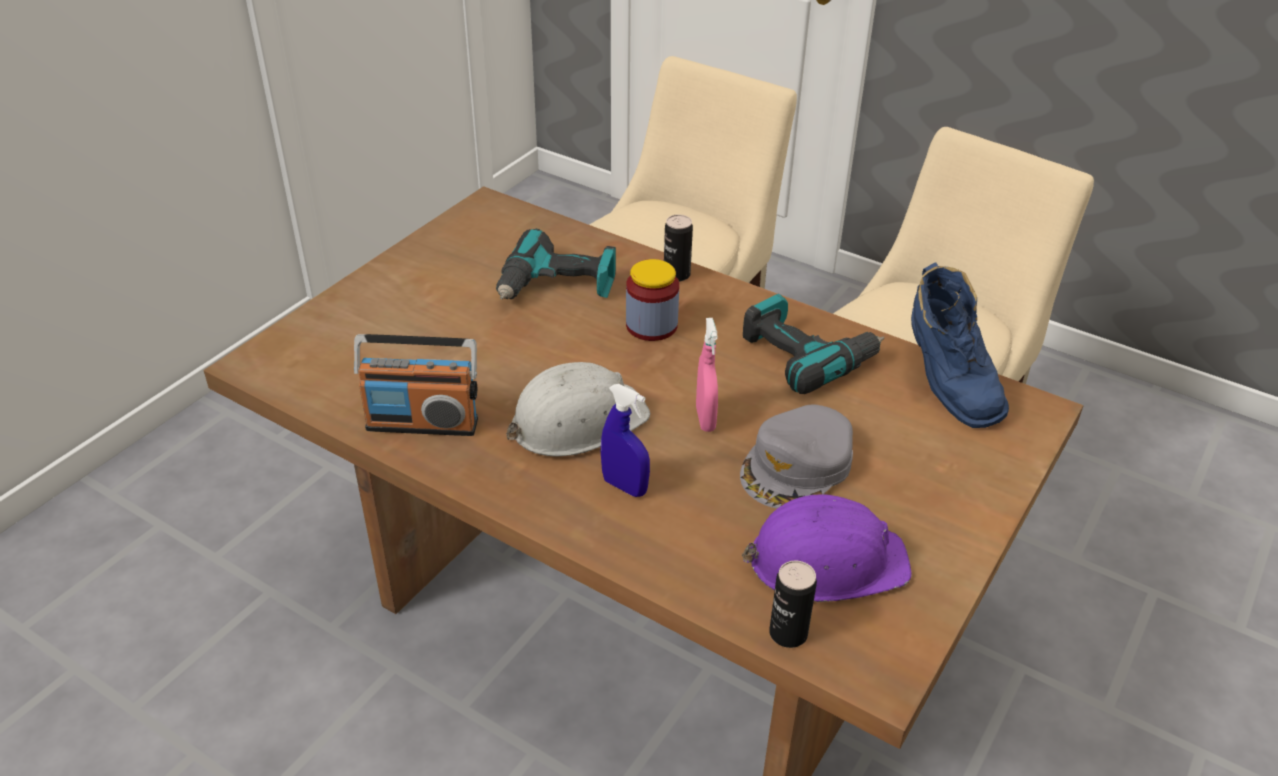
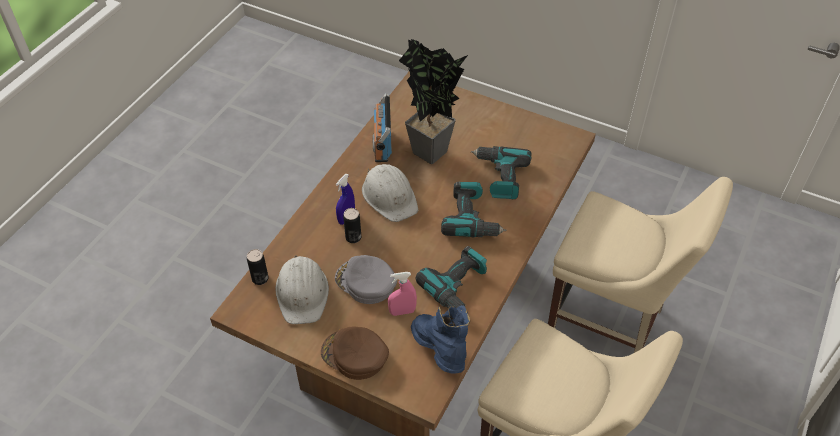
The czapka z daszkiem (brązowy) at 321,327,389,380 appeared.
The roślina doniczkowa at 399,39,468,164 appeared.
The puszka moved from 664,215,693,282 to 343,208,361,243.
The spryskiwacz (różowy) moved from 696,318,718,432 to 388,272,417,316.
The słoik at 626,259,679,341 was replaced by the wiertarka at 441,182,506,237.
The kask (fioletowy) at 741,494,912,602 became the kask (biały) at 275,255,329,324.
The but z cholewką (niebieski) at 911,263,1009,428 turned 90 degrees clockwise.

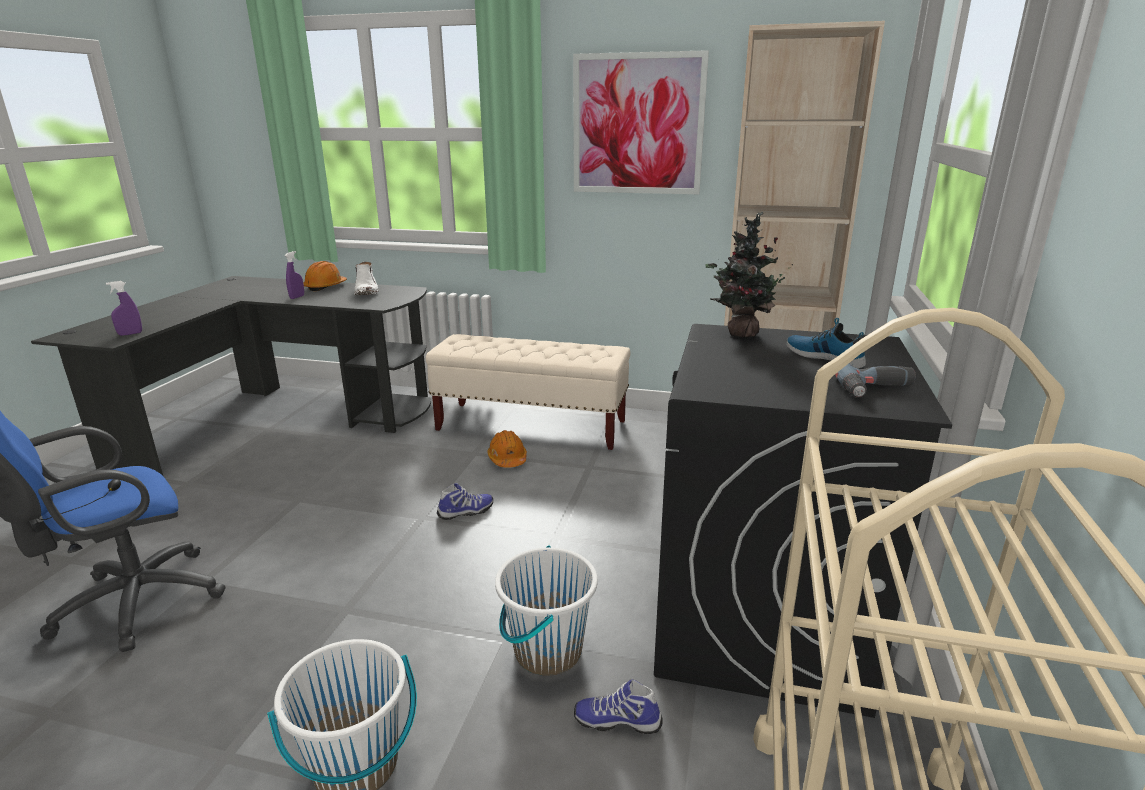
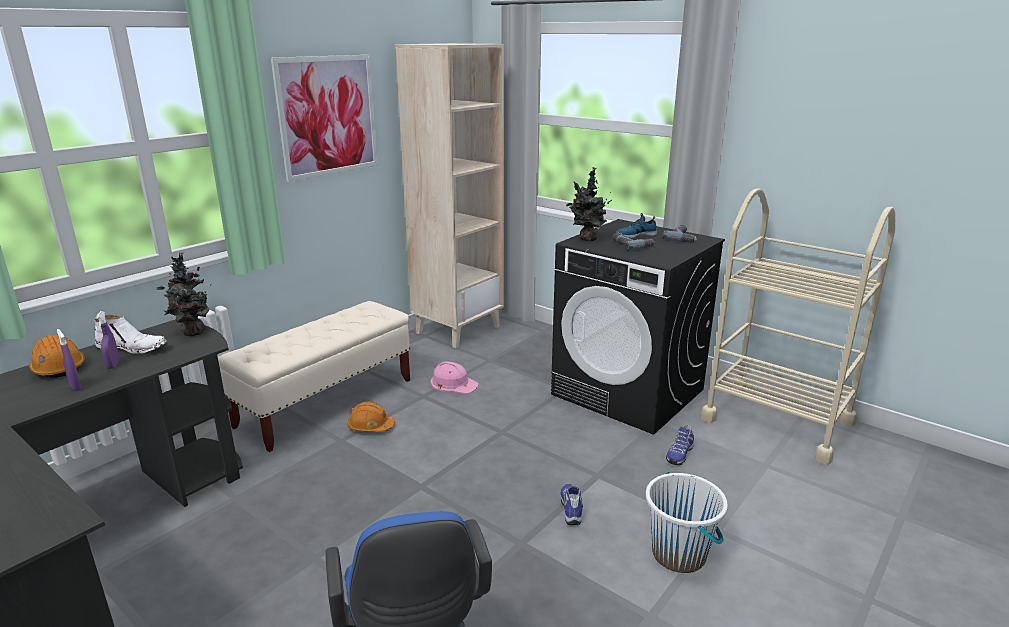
The wiadro (biały) at 495,545,598,676 disappeared.
The roślina doniczkowa at 156,252,210,336 appeared.
The kask (różowy) at 430,361,479,394 appeared.
The wiertarka at 613,233,655,251 appeared.
The spryskiwacz (fioletowy) moved from 106,281,142,336 to 96,311,120,369.
The but moved from 437,483,493,520 to 560,484,583,525.

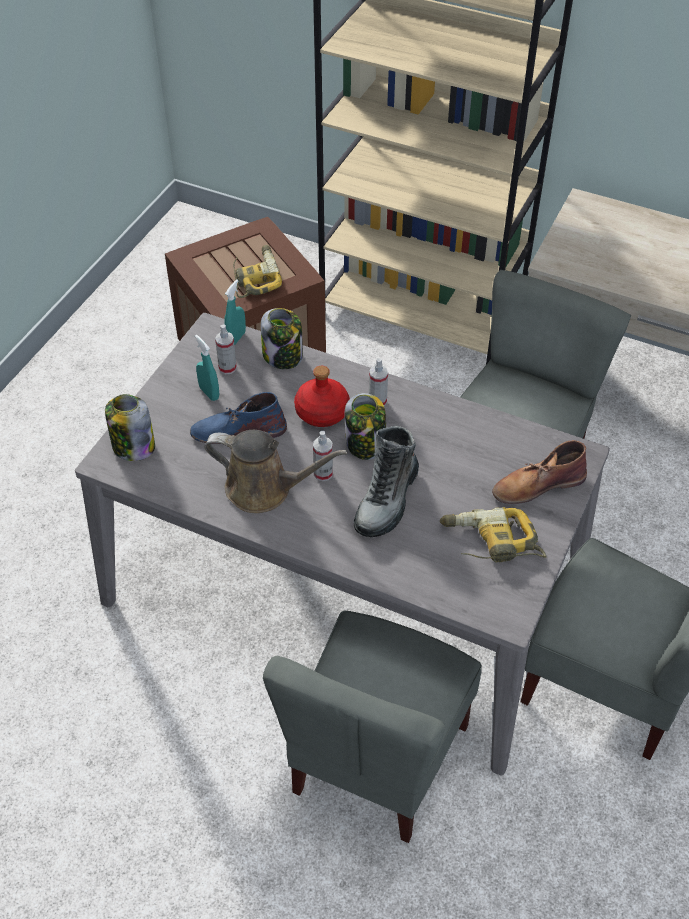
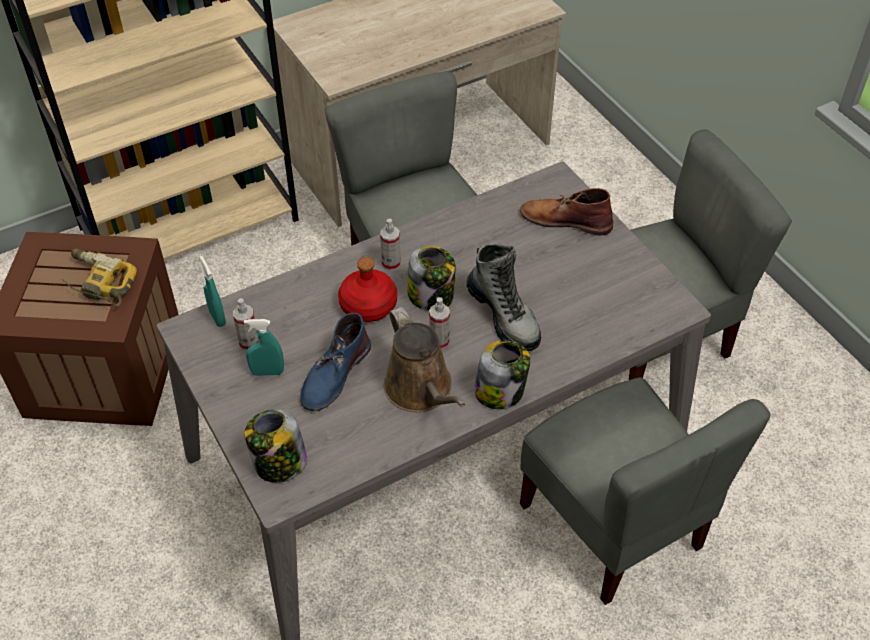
The wiertarka at 440,507,547,563 disappeared.
The słoik moved from 261,308,303,369 to 474,341,530,409.
The konewka (brązowy) at 204,430,347,513 turned 105 degrees clockwise.
The but z cholewką (brązowy) at 492,440,587,504 turned 90 degrees clockwise.

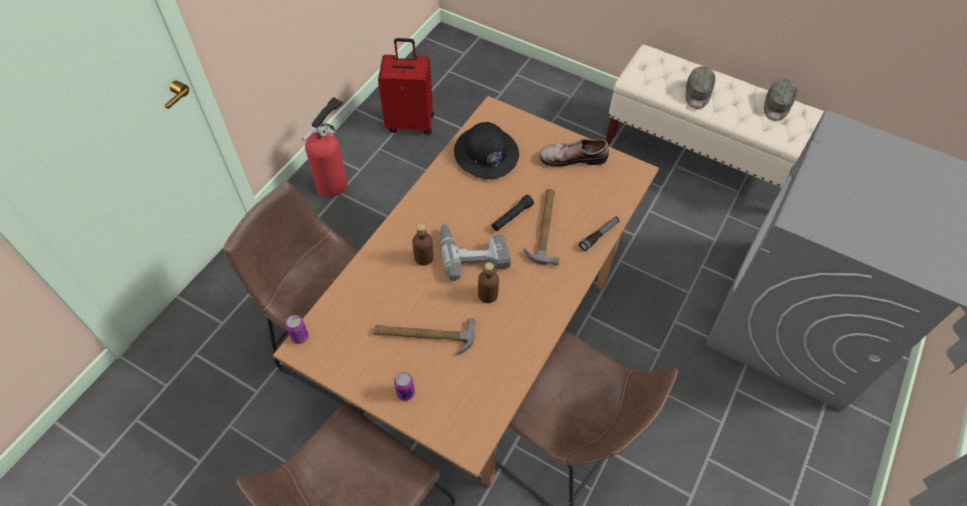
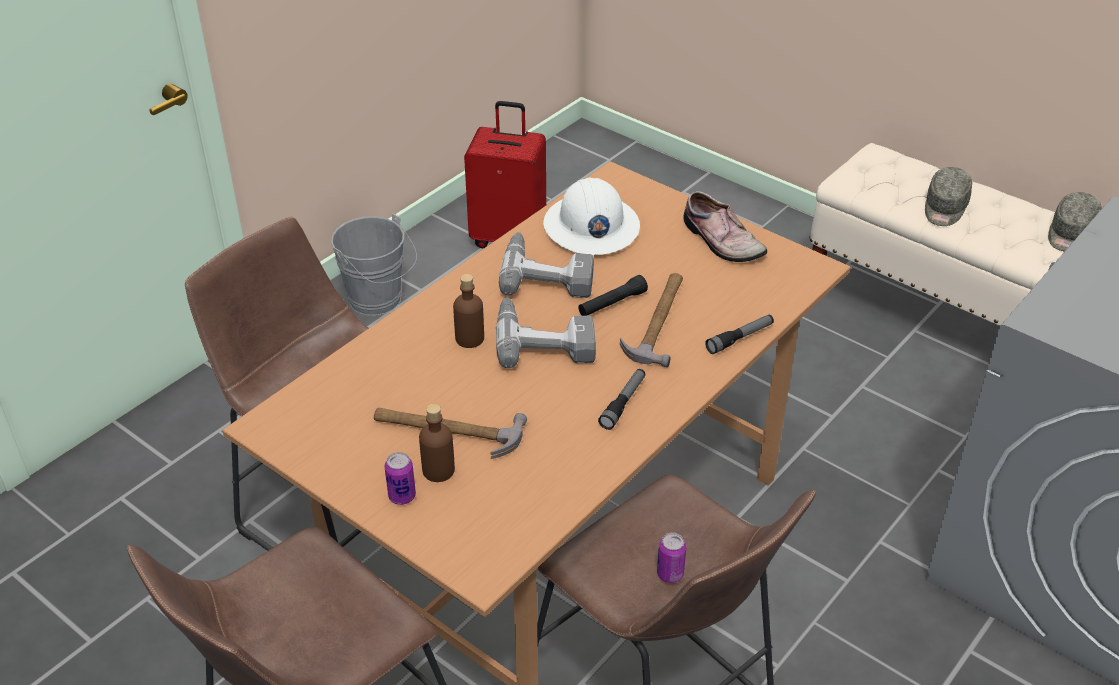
The wiertarka at 499,232,594,298 appeared.
The latarka at 598,369,646,430 appeared.
The puszka moved from 285,315,308,344 to 657,533,687,583.
The butelka (brązowy) moved from 478,262,499,303 to 419,404,455,482.
The gaśnica at 302,97,348,197 was replaced by the wiadro (szary) at 331,213,417,316.
The kask (czarny) at 454,122,519,179 became the kask (biały) at 543,178,640,255.
The but at 540,139,609,167 turned 135 degrees counterclockwise.

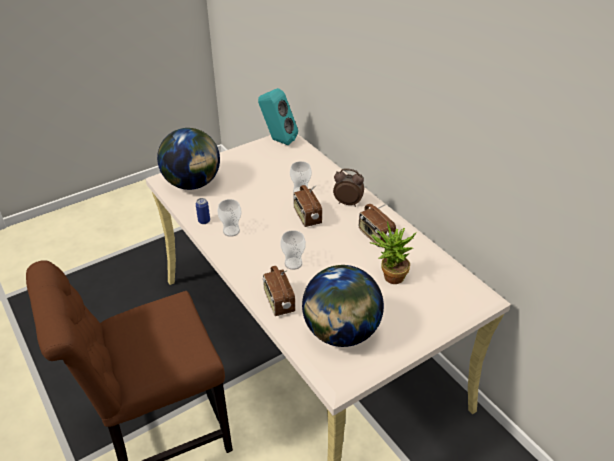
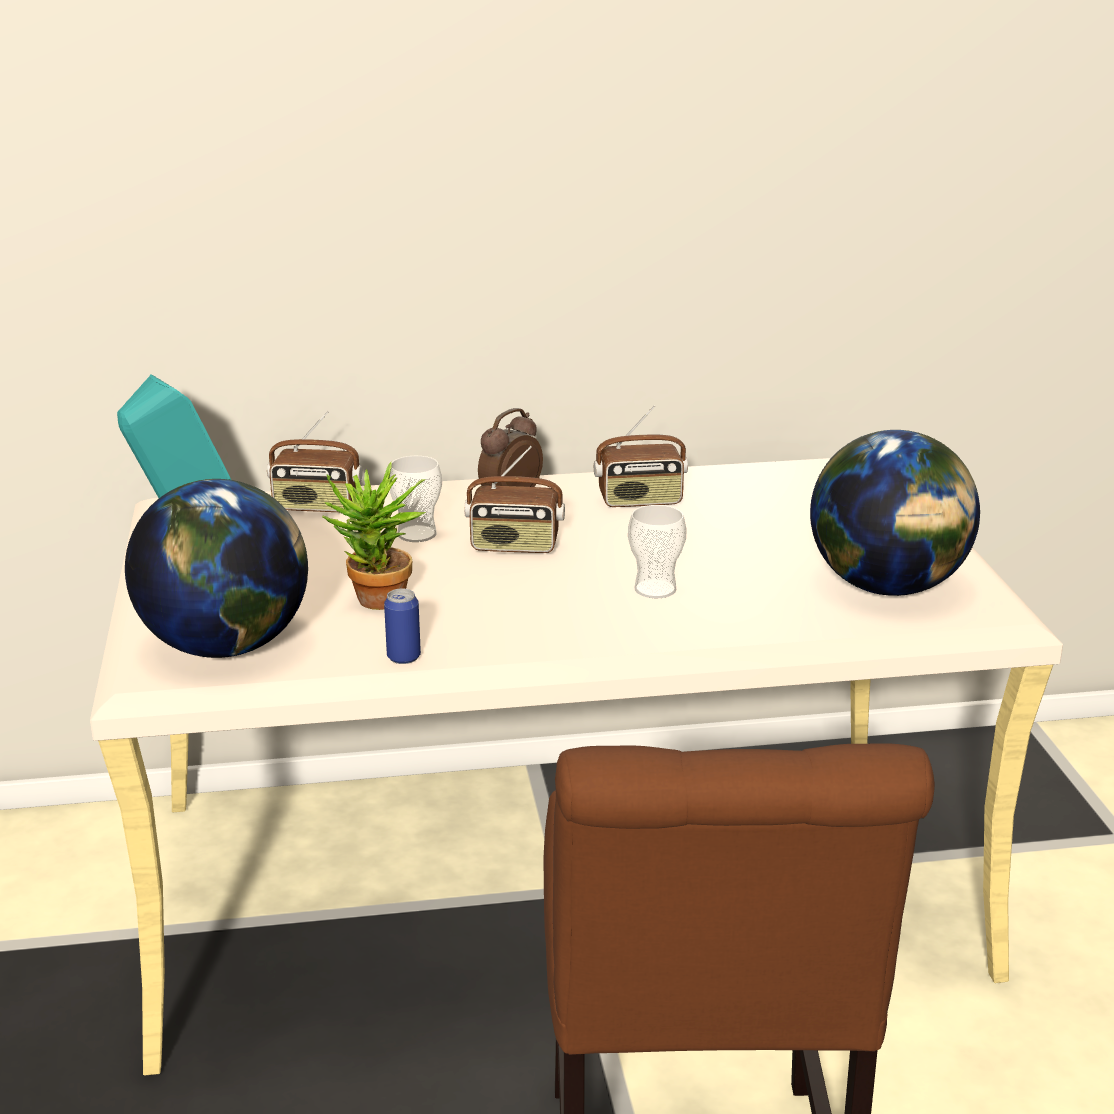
The filiżanka at 217,199,242,237 disappeared.
The radio moved from 263,266,295,316 to 267,411,363,512.
The roślina doniczkowa moved from 370,221,417,284 to 322,462,426,610.

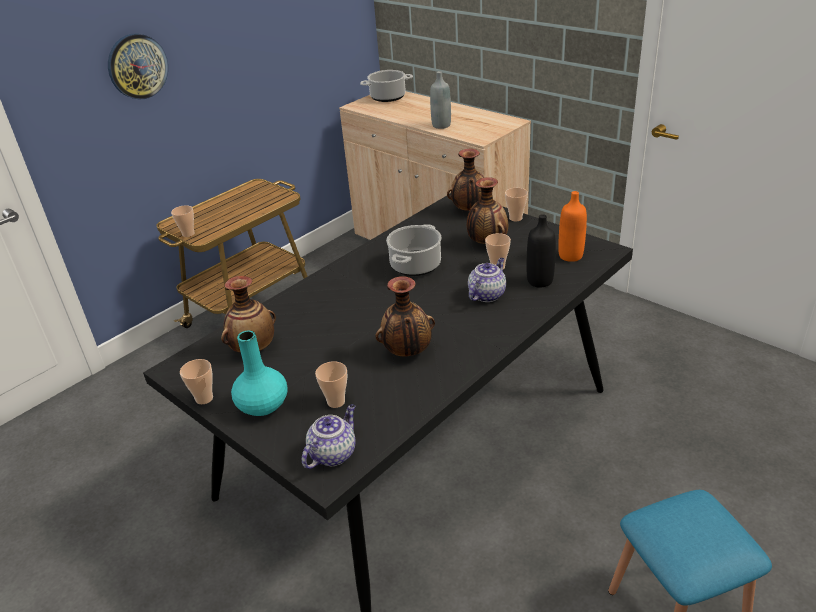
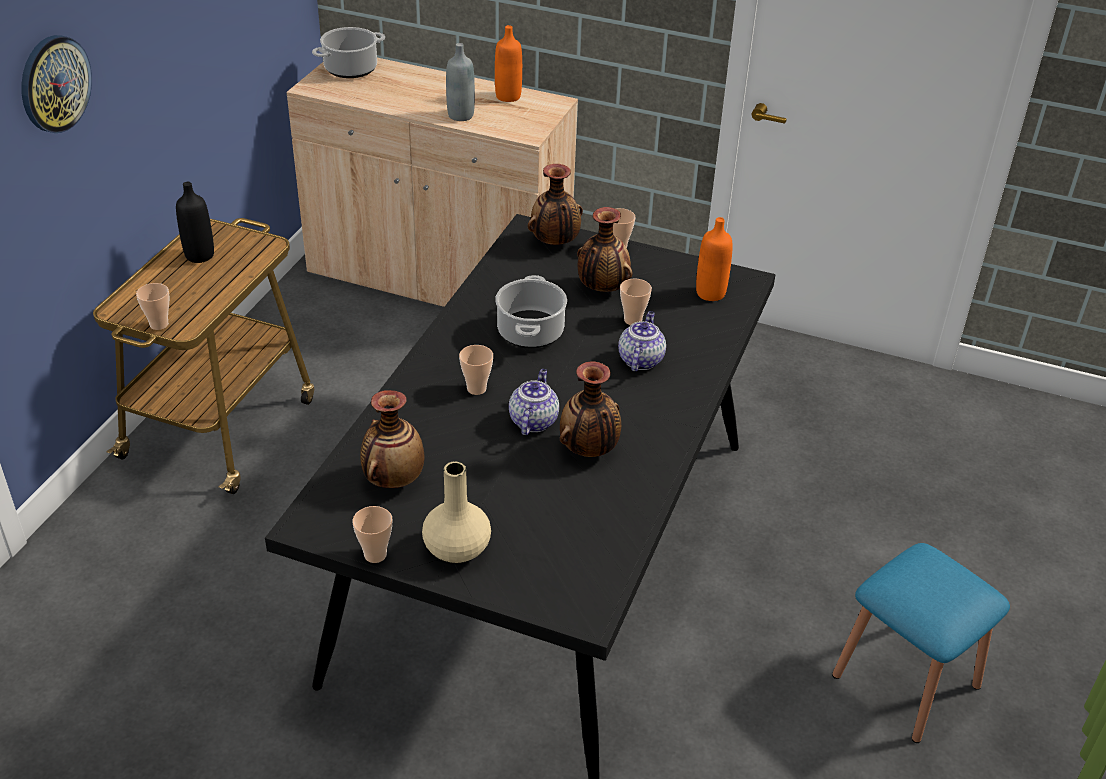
The butelka (pomarańczowy) at 495,25,522,102 appeared.
The imbryk moved from 302,404,356,469 to 509,369,559,435.
The filiżanka moved from 315,361,347,408 to 459,345,493,395.
The butelka (czarny) moved from 526,214,556,288 to 176,182,214,263.
The wazon (turkusowy) at 231,331,287,416 became the wazon (beżowy) at 422,461,491,563.

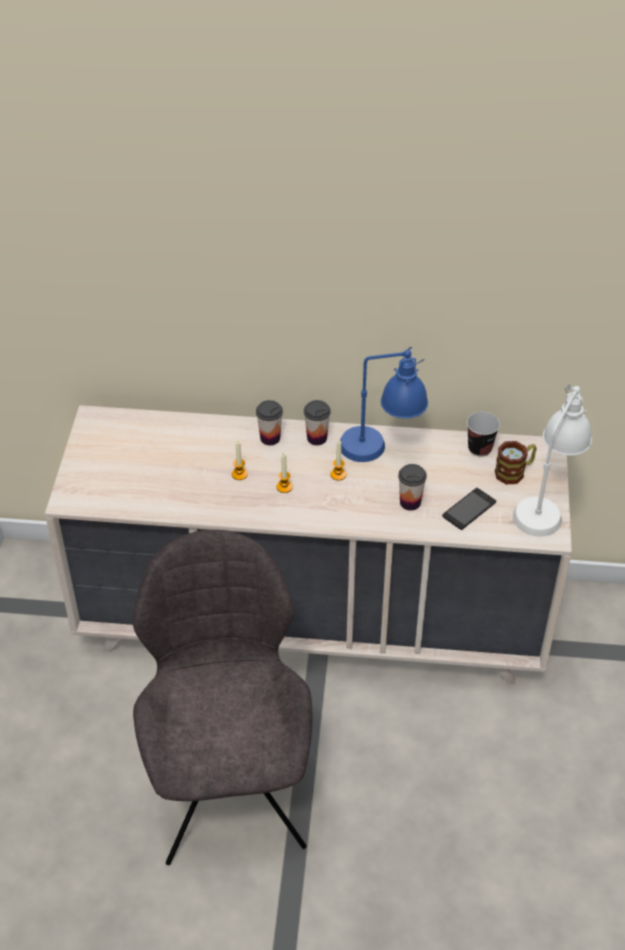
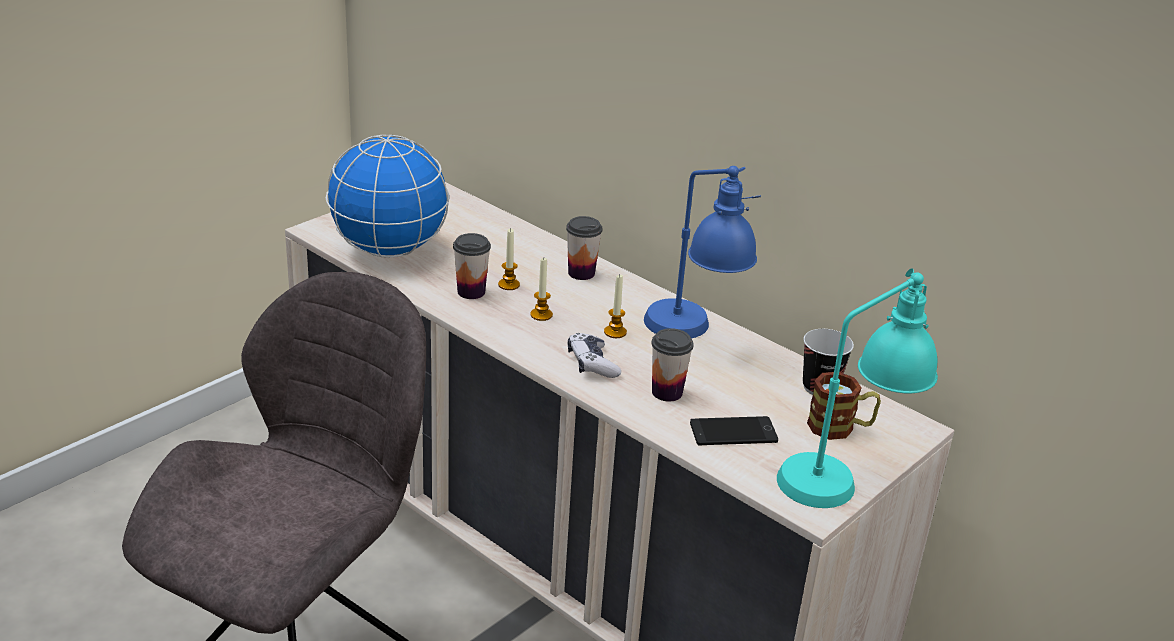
The globus at 326,135,450,258 appeared.
The pad do gier at 568,333,621,378 appeared.
The filiżanka moved from 304,400,331,445 to 453,233,491,299.
The lampa stołowa (biały) at 513,384,592,536 became the lampa stołowa (turkusowy) at 777,268,938,508.

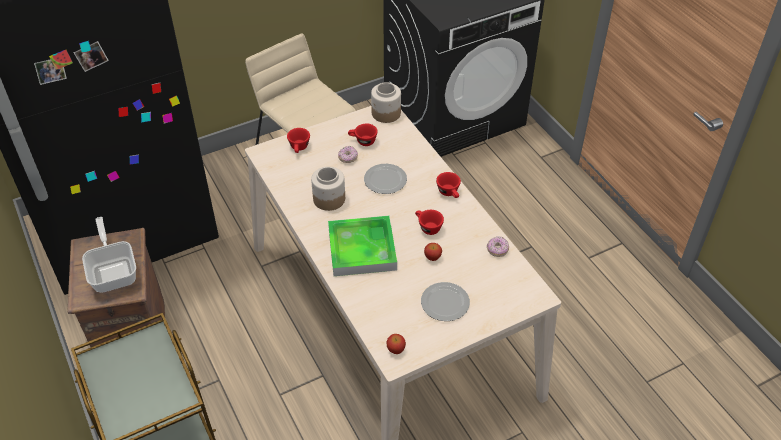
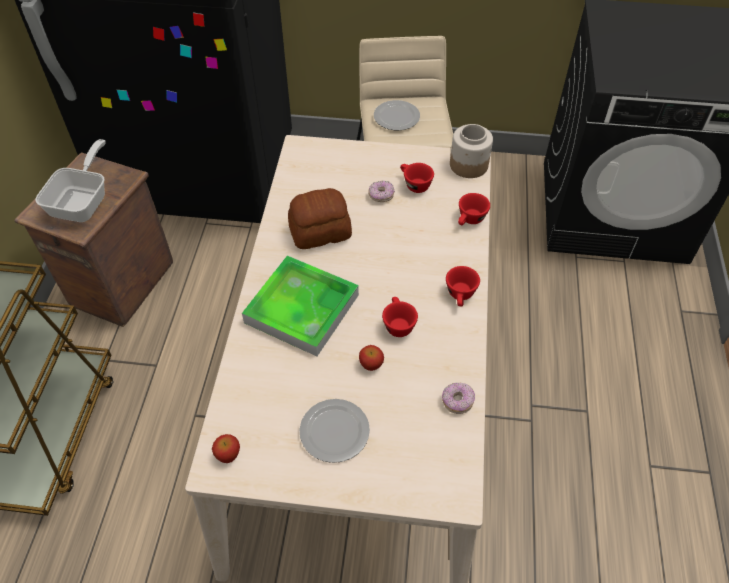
The filiżanka (czerwony) moved from 287,128,310,153 to 458,193,490,225.
The talerz moved from 364,164,407,194 to 374,100,420,130.
The słoik at 311,166,345,211 was replaced by the chleb at 288,188,352,249.

